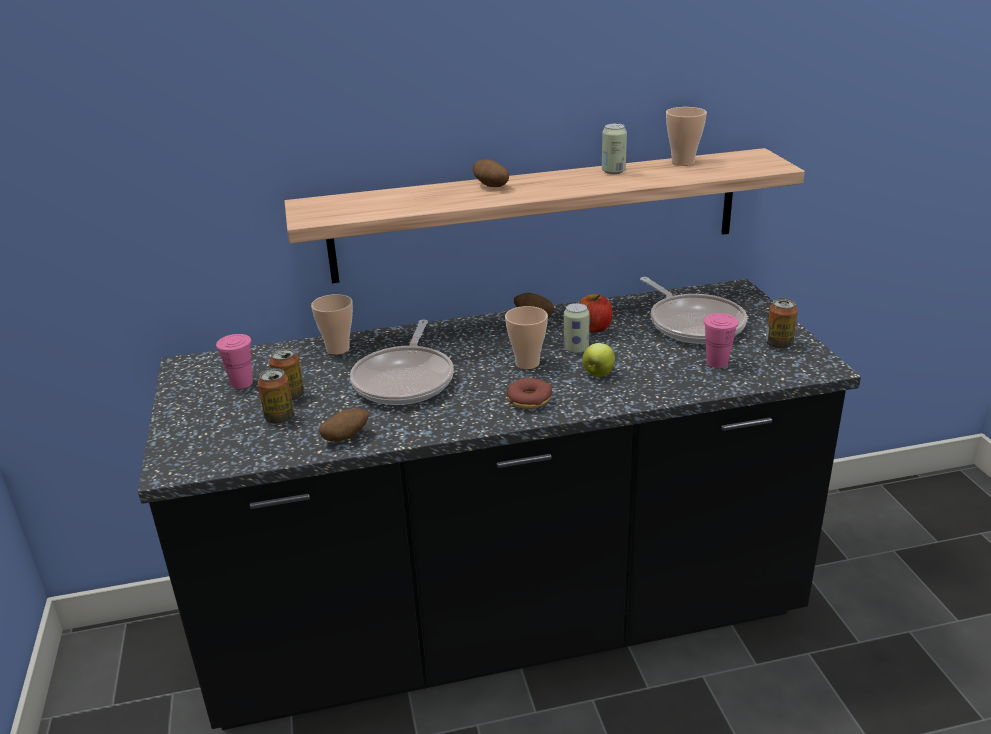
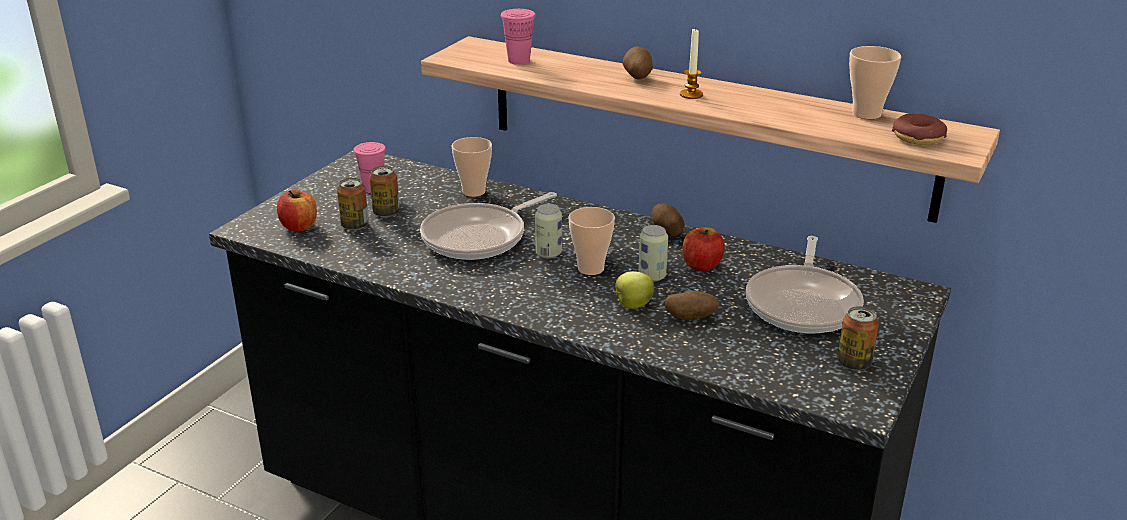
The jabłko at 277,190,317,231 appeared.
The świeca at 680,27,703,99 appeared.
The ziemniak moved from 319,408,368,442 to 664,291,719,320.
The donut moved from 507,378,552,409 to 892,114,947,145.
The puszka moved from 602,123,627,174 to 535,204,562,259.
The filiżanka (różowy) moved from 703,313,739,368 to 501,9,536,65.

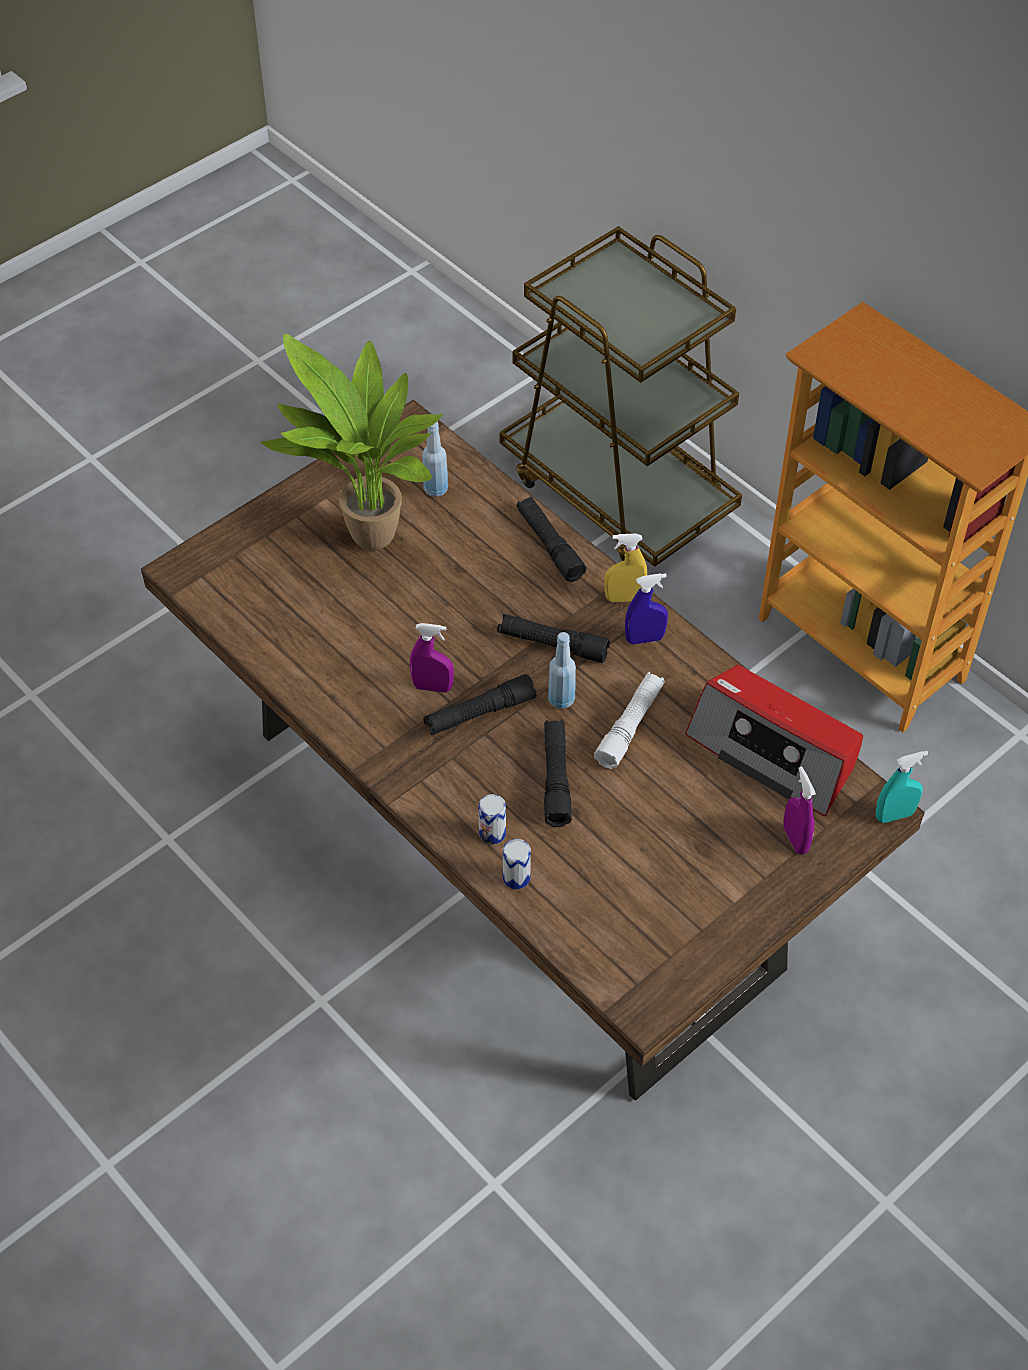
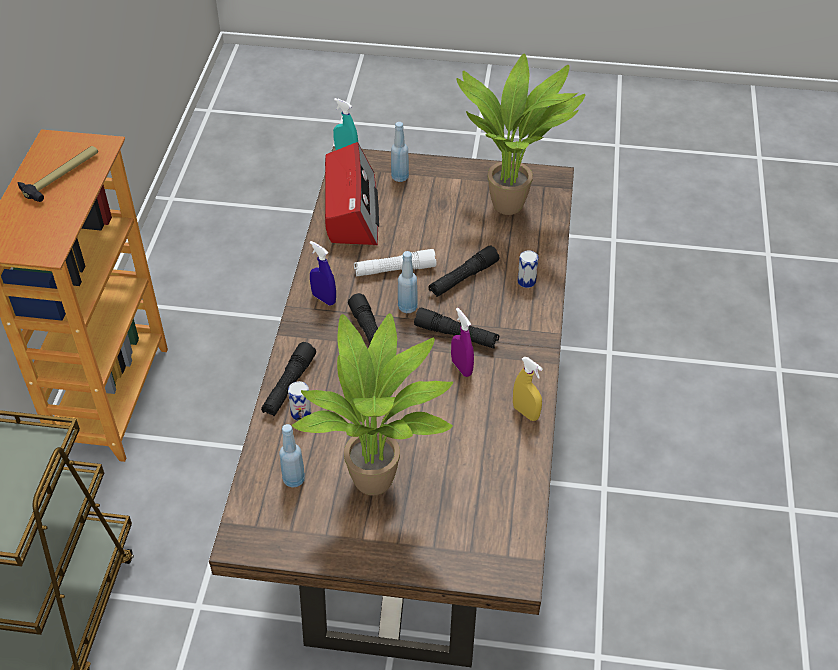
The młotek at 17,146,98,202 appeared.
The roślina doniczkowa at 456,54,585,215 appeared.
The puszka moved from 503,839,531,889 to 288,381,311,421.
The spryskiwacz (żółty) moved from 605,534,647,602 to 513,357,543,421.
The spryskiwacz (fioletowy) at 783,766,816,855 was replaced by the butelka (niebieski) at 391,122,409,182.

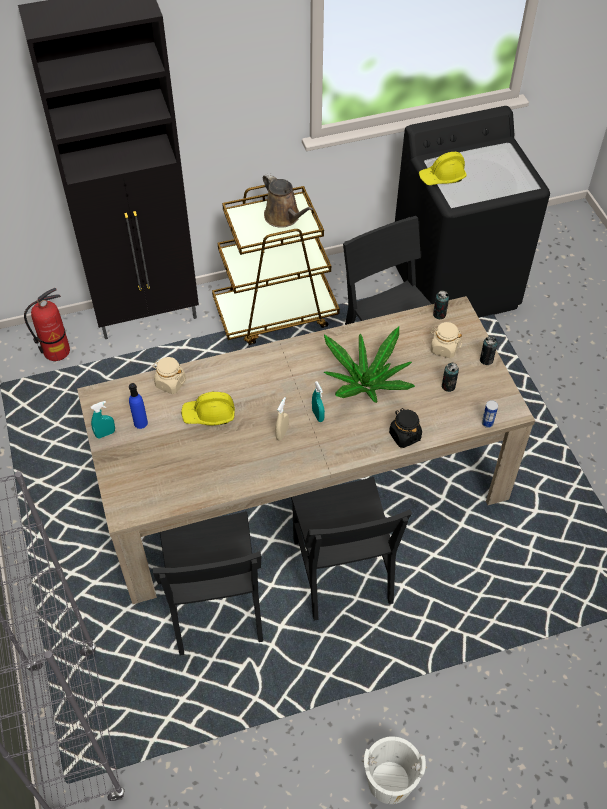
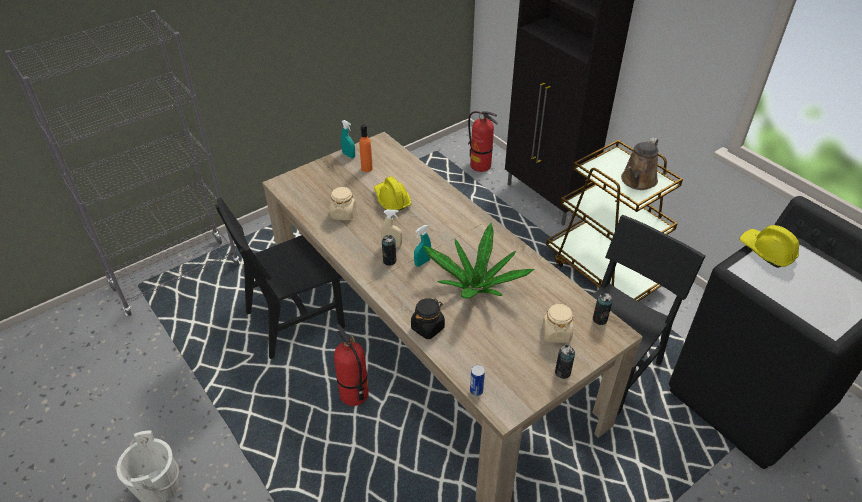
The słoik (beżowy) moved from 152,357,186,394 to 330,186,356,220.
The puszka moved from 442,363,459,392 to 382,235,396,266.
The krzesło (czarny) at 291,477,412,621 was replaced by the gaśnica at 334,324,369,406.
The butelka (niebieski) at 129,383,148,429 became the butelka (pomarańczowy) at 359,124,373,172.

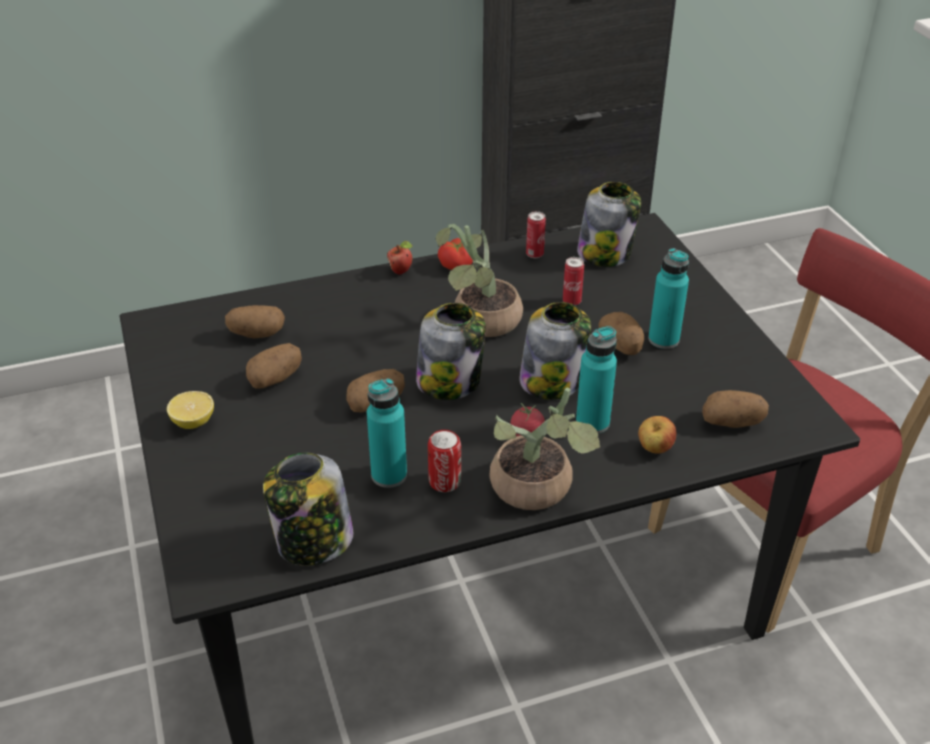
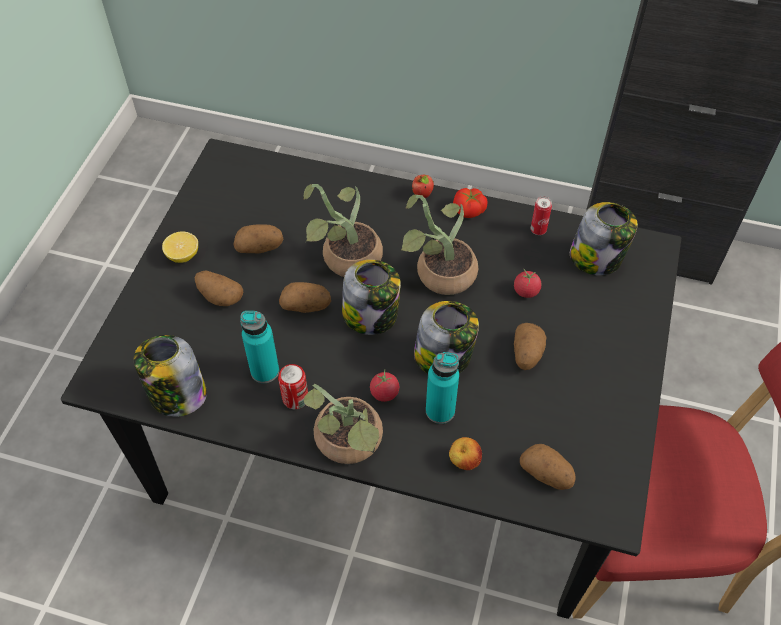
The butelka (turkusowy) at 648,248,689,349 disappeared.
The roślina doniczkowa at 303,184,383,277 appeared.
The ziemniak moved from 225,305,285,339 to 194,271,243,306.
The puszka at 563,257,584,306 was replaced by the pomidor at 514,269,541,298.

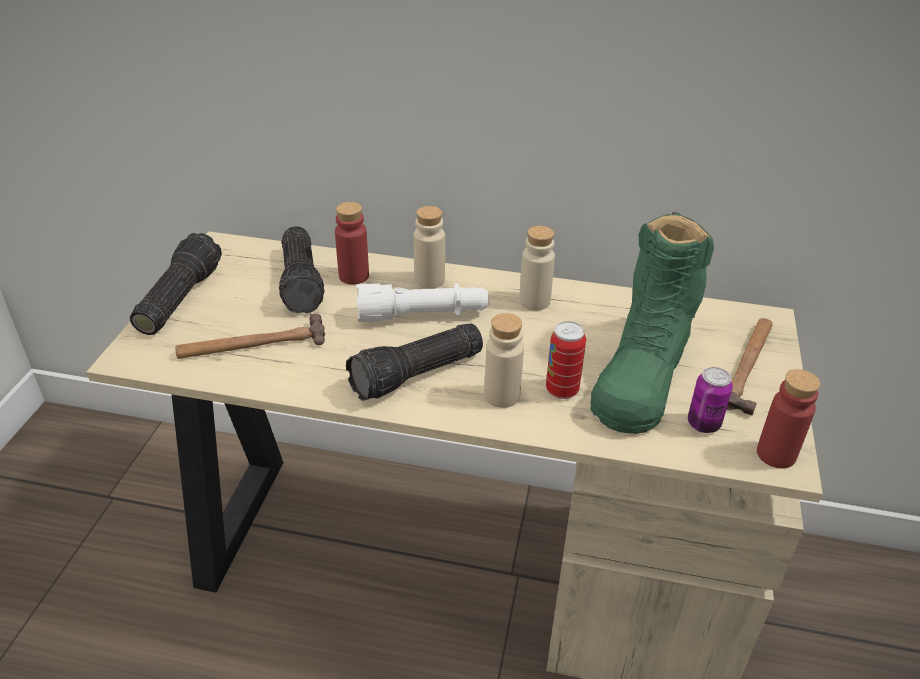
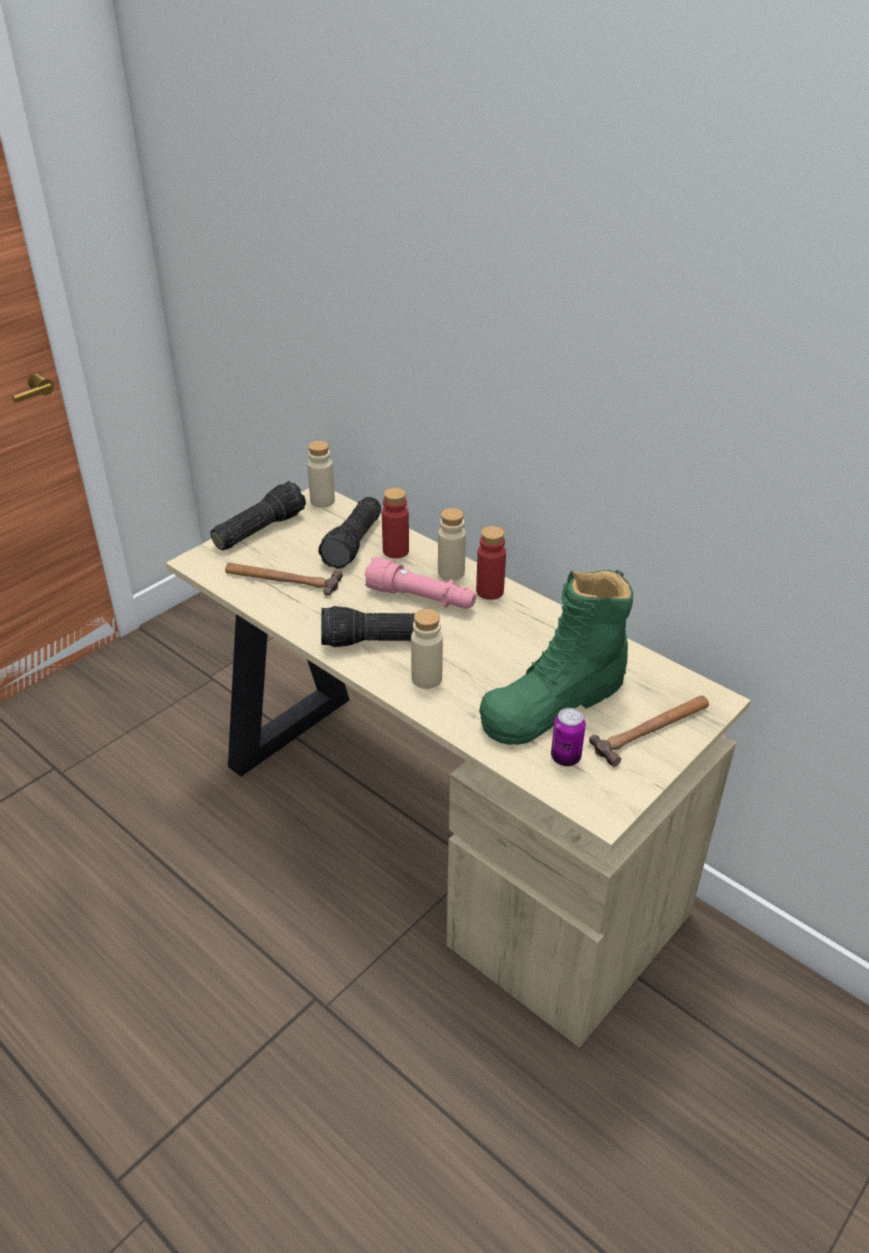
The puszka at 546,321,586,399 disappeared.
The butelka (beżowy) moved from 519,226,555,311 to 307,441,335,508.
The butelka (czerwony) moved from 757,369,821,468 to 476,526,506,600.
The latarka (biały) at 356,283,489,322 became the latarka (różowy) at 365,557,476,609.

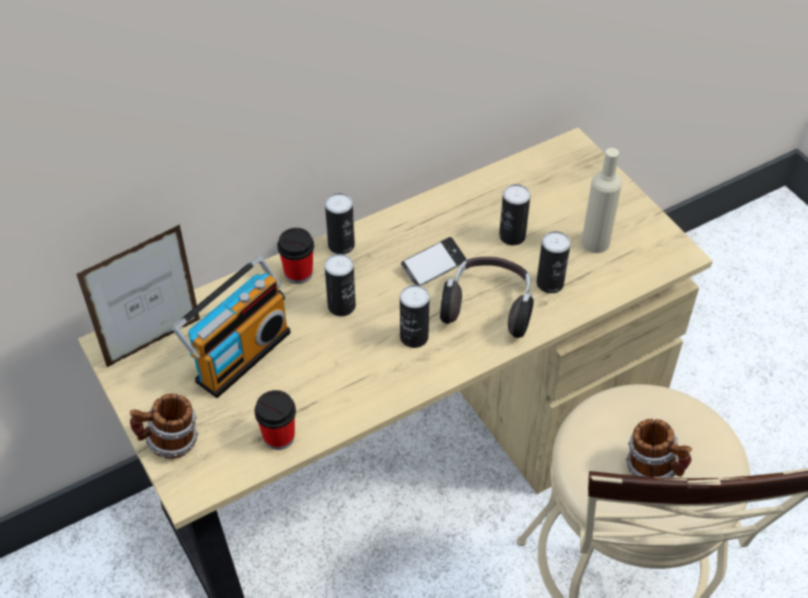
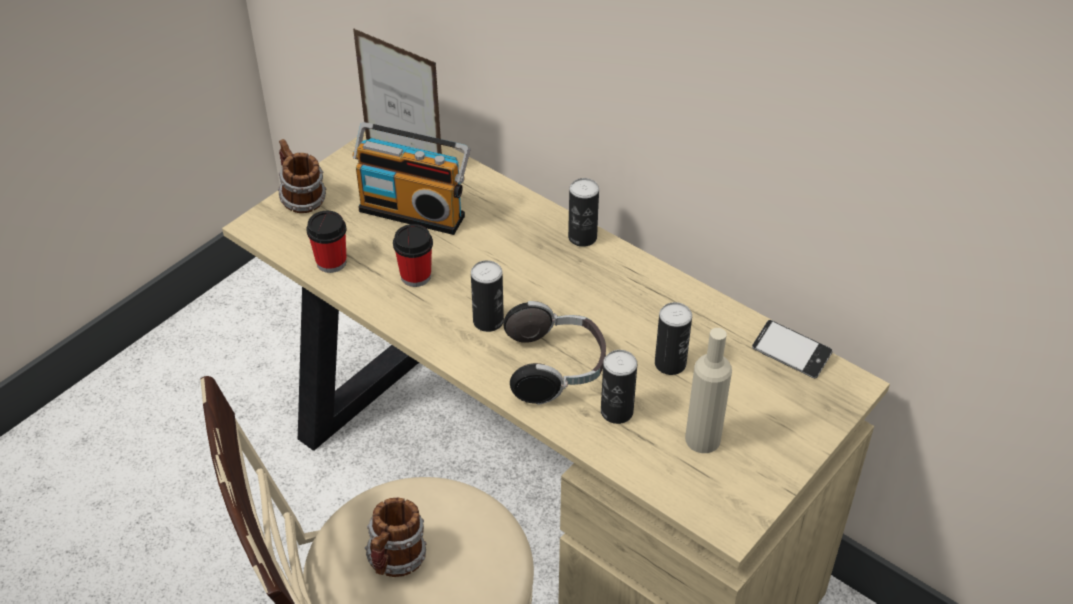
The puszka at 325,254,356,316 disappeared.
The filiżanka moved from 277,228,314,284 to 393,224,433,287.
The telefon moved from 401,237,467,286 to 752,320,832,378.

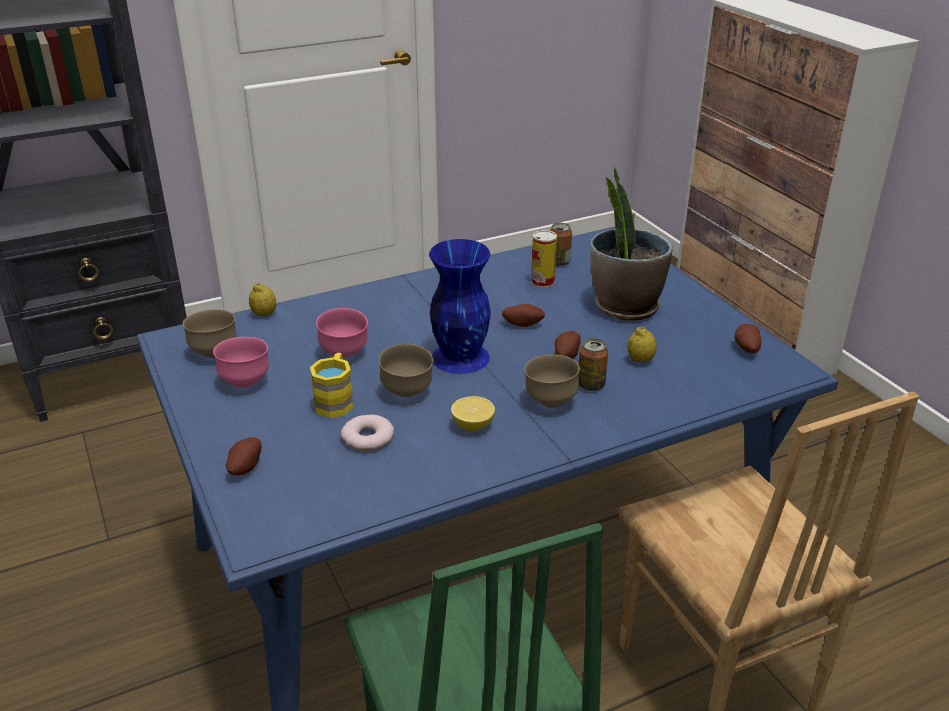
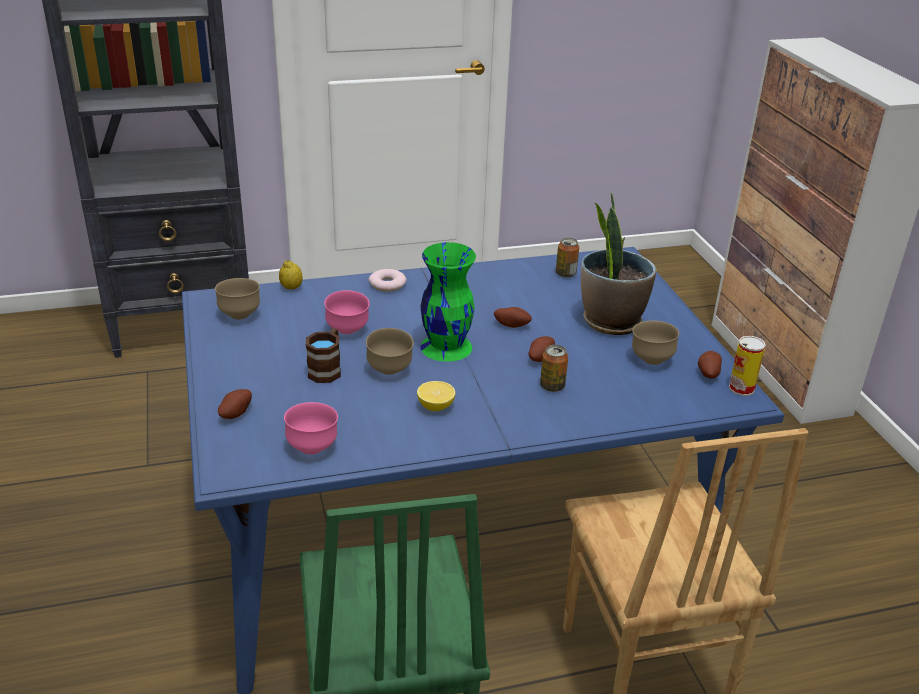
The cytryna at 627,326,657,363 disappeared.
The miska (różowy) moved from 213,337,269,388 to 284,402,338,455.
The donut moved from 341,415,394,451 to 369,269,407,291.
The miska (brązowy) moved from 524,354,580,408 to 632,321,679,365.
The puszka moved from 531,230,557,288 to 729,336,765,396.
The kubek (żółty) at 310,353,354,418 became the kubek (brązowy) at 306,328,341,383.
The wazon (niebieski) at 429,239,491,374 became the wazon (zielony) at 421,242,476,362.

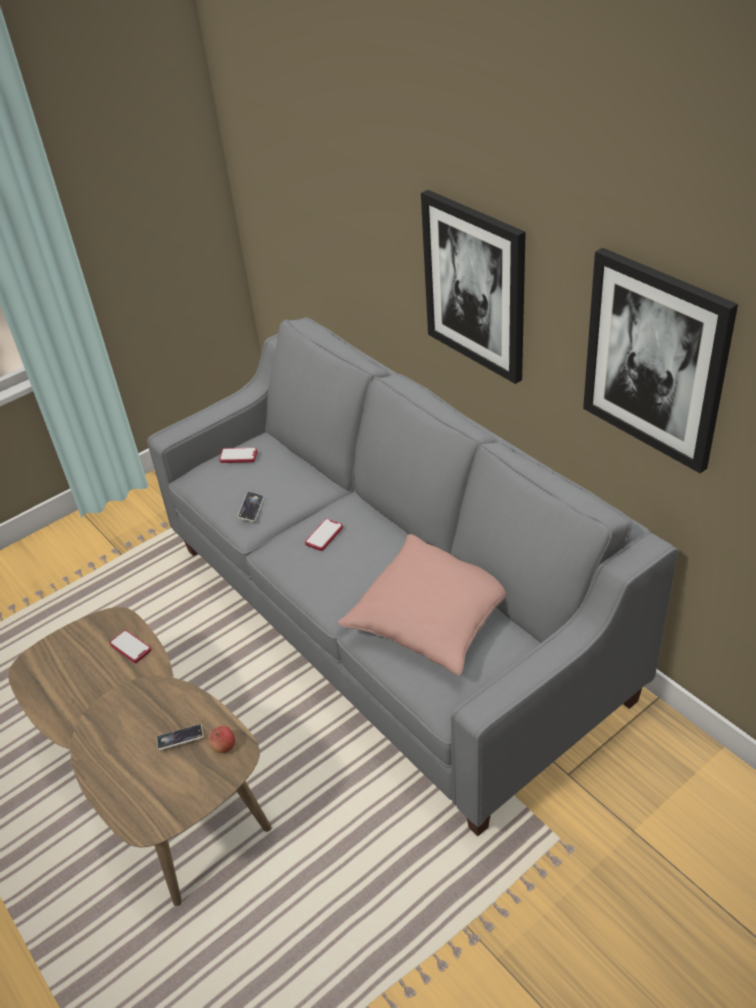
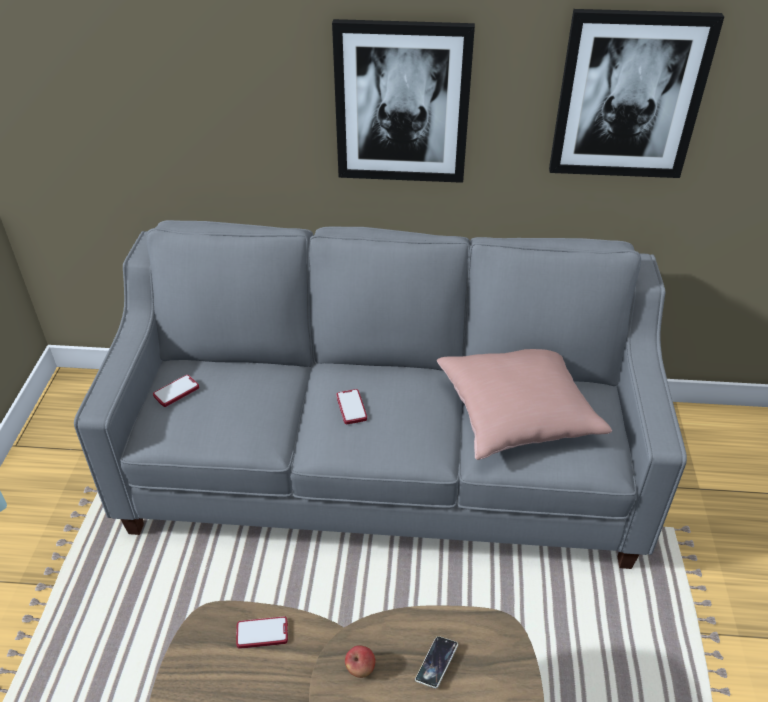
The telefon at 237,492,264,522 disappeared.
The jabłko moved from 209,726,235,753 to 345,645,375,678.

